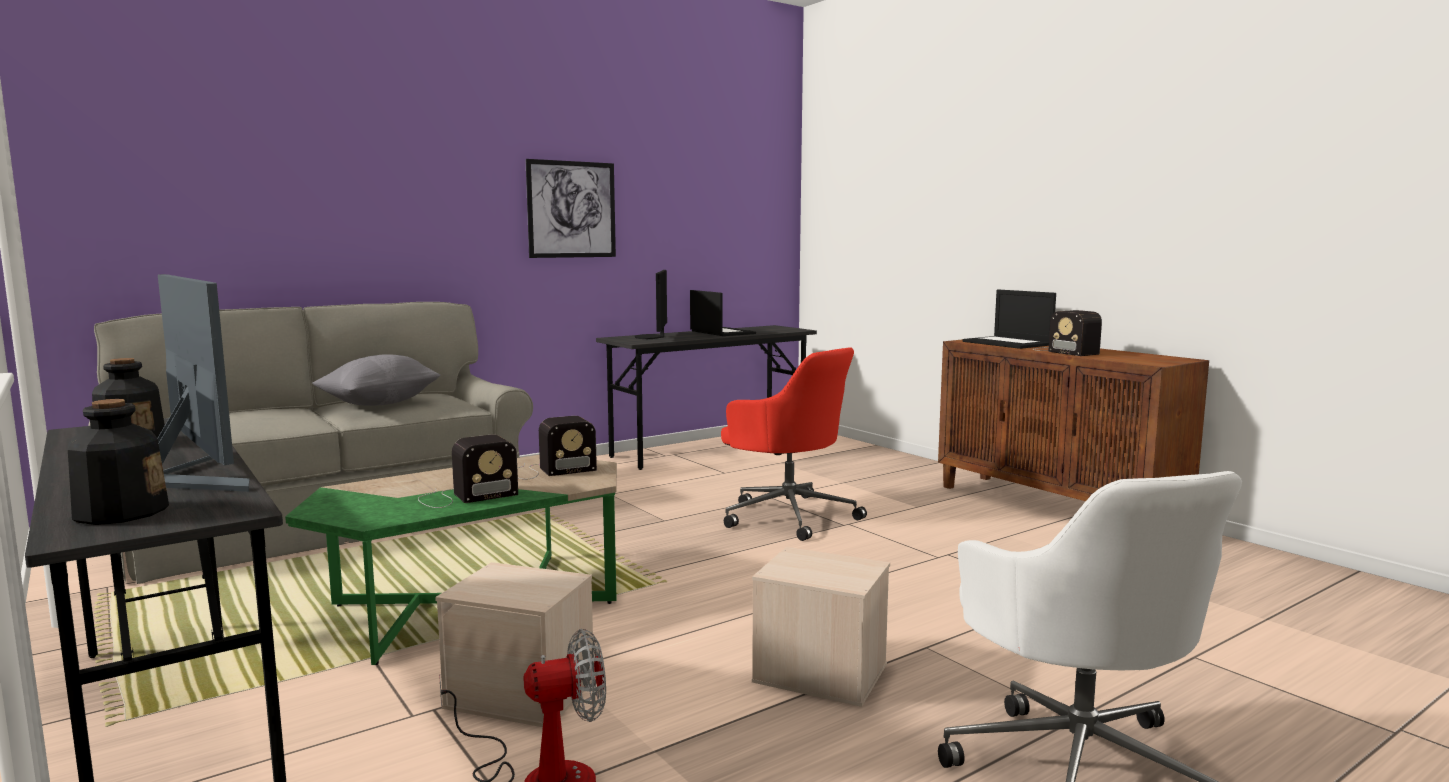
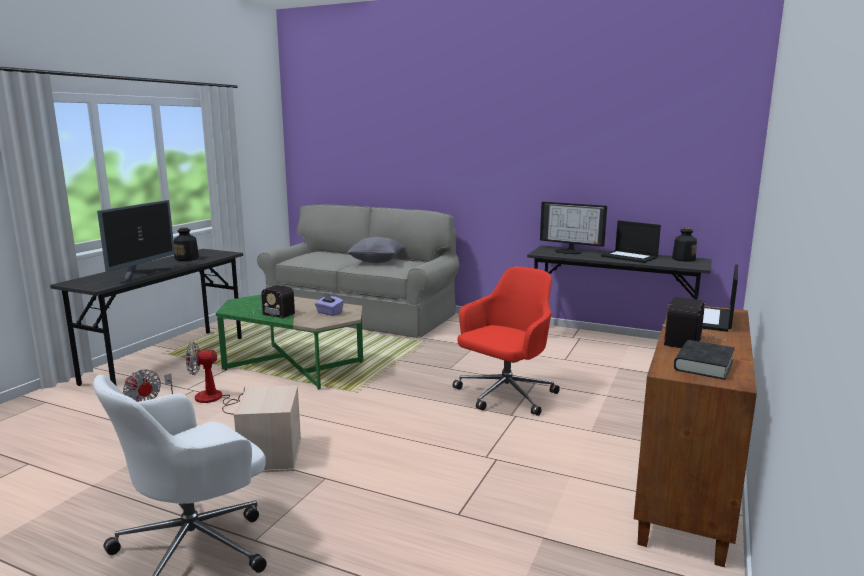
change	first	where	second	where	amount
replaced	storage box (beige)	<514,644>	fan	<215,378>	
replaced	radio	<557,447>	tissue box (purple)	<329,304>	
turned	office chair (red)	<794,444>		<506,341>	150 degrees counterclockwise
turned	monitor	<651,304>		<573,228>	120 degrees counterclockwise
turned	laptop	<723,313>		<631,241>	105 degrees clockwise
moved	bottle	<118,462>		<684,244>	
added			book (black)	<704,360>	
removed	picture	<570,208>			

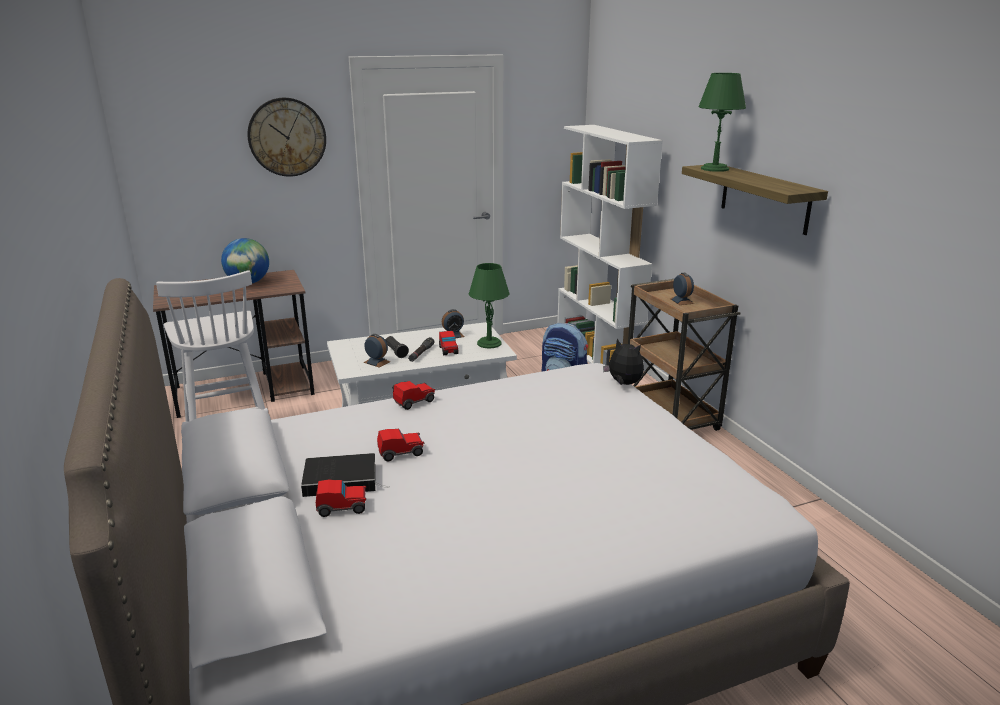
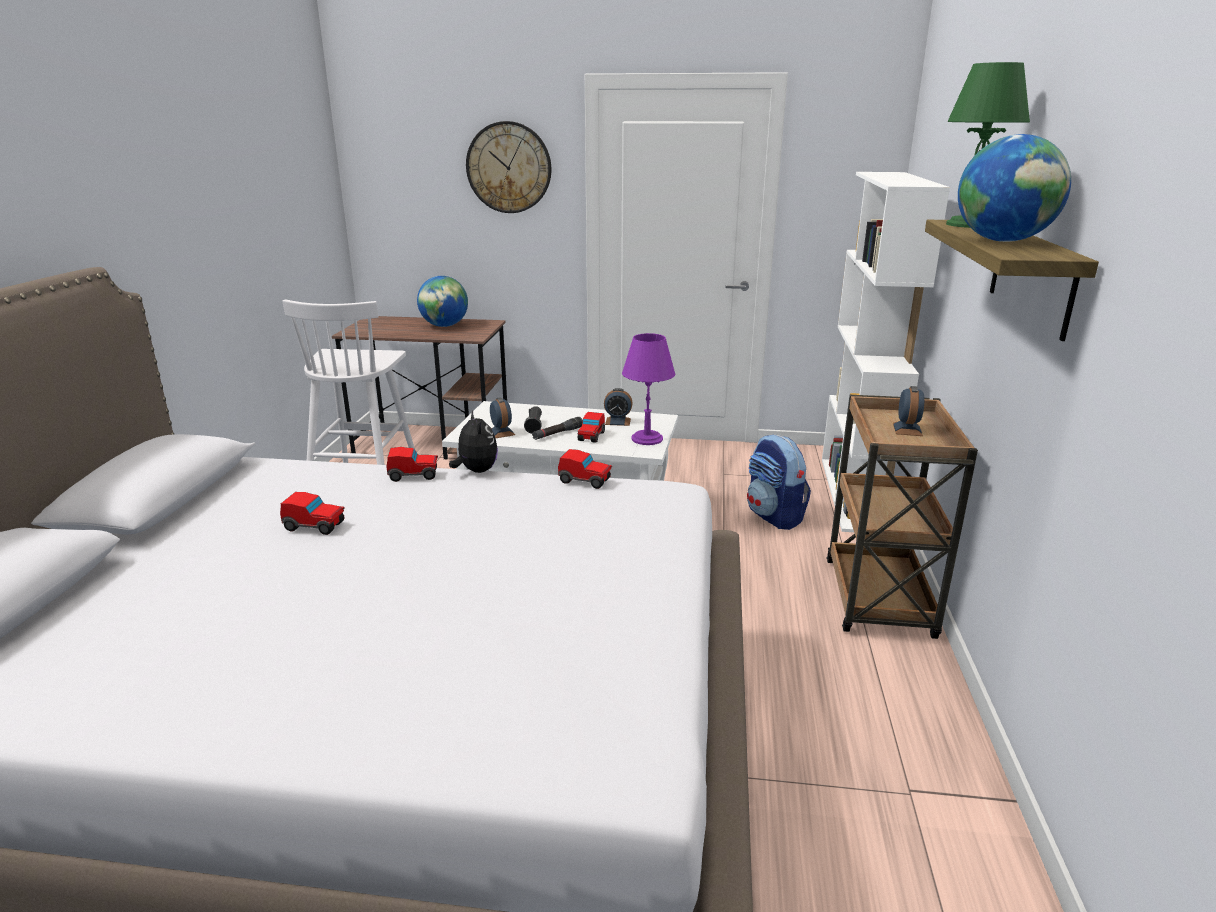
change	first	where	second	where	amount
moved	plush toy	<623,362>		<473,441>	
moved	toy car	<341,498>		<585,469>	
recoloured	table lamp (green)	<489,305>	table lamp (purple)	<648,389>	
added			globe	<1014,188>	
removed	book	<345,475>			

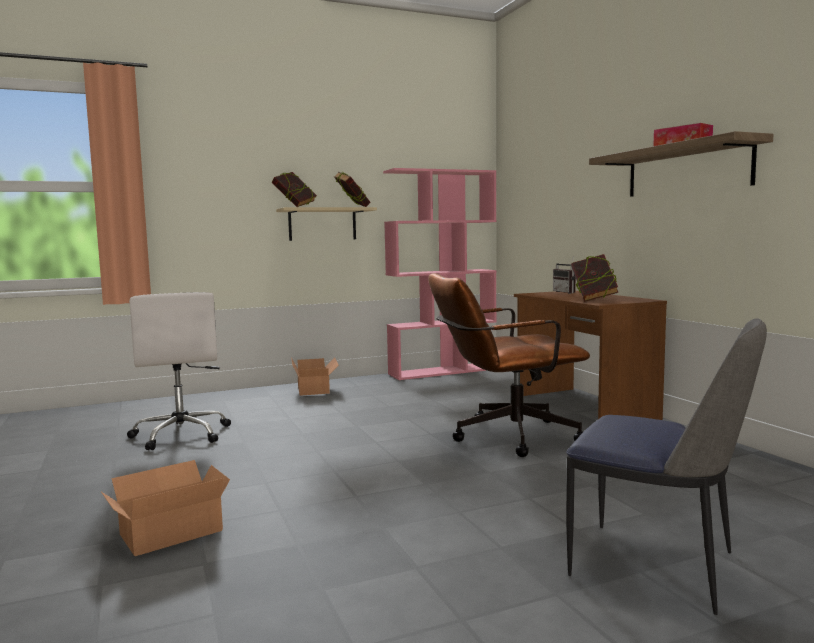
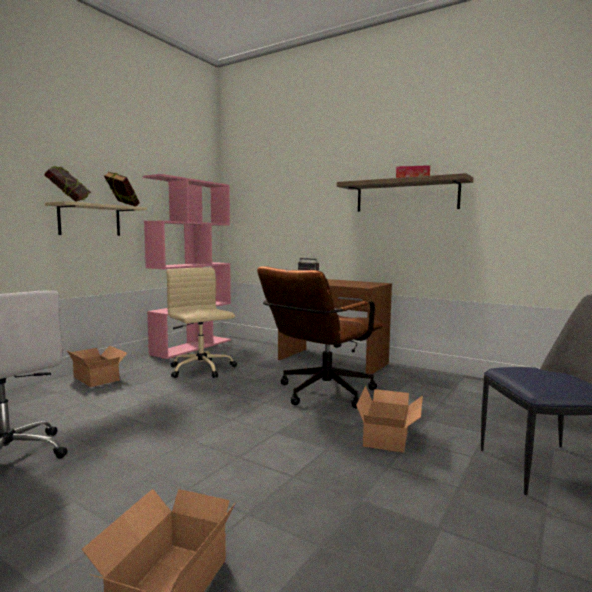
change	first	where	second	where	amount
added			office chair (beige)	<201,322>	
added			cardboard box	<389,419>	
removed	book	<594,278>			

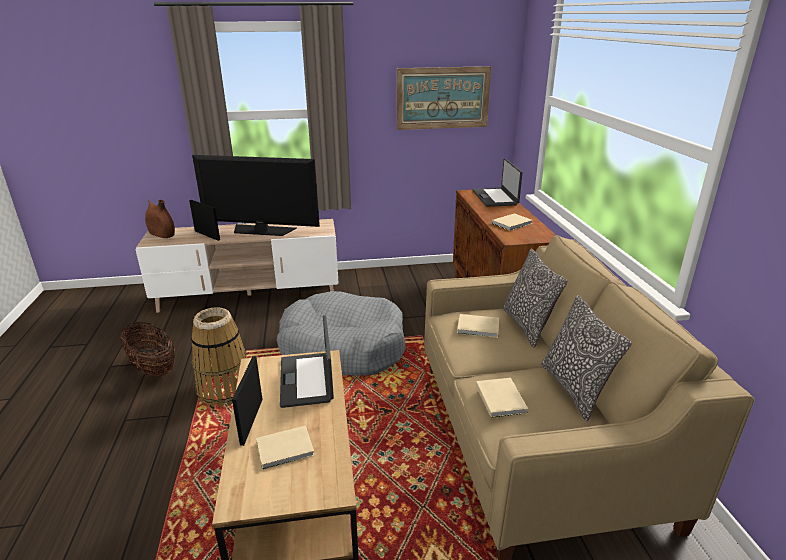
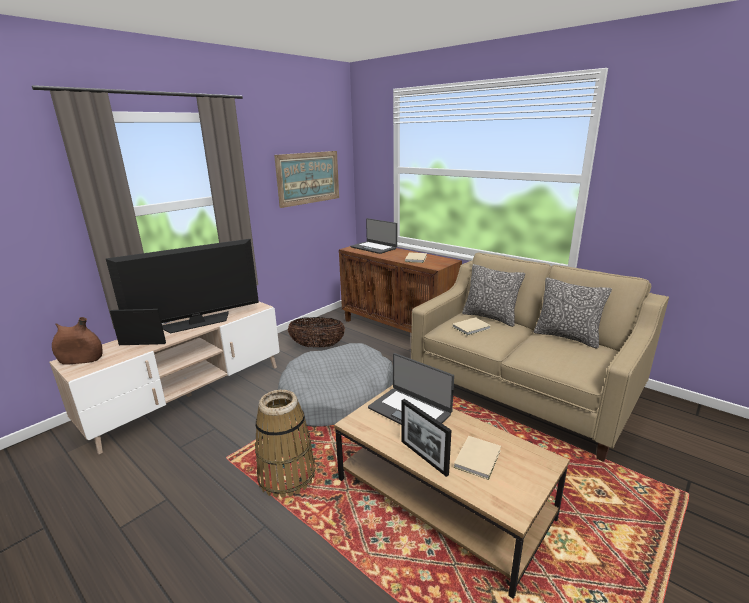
change	first	where	second	where	amount
moved	basket	<148,349>		<316,332>	
removed	book (beige)	<502,398>			

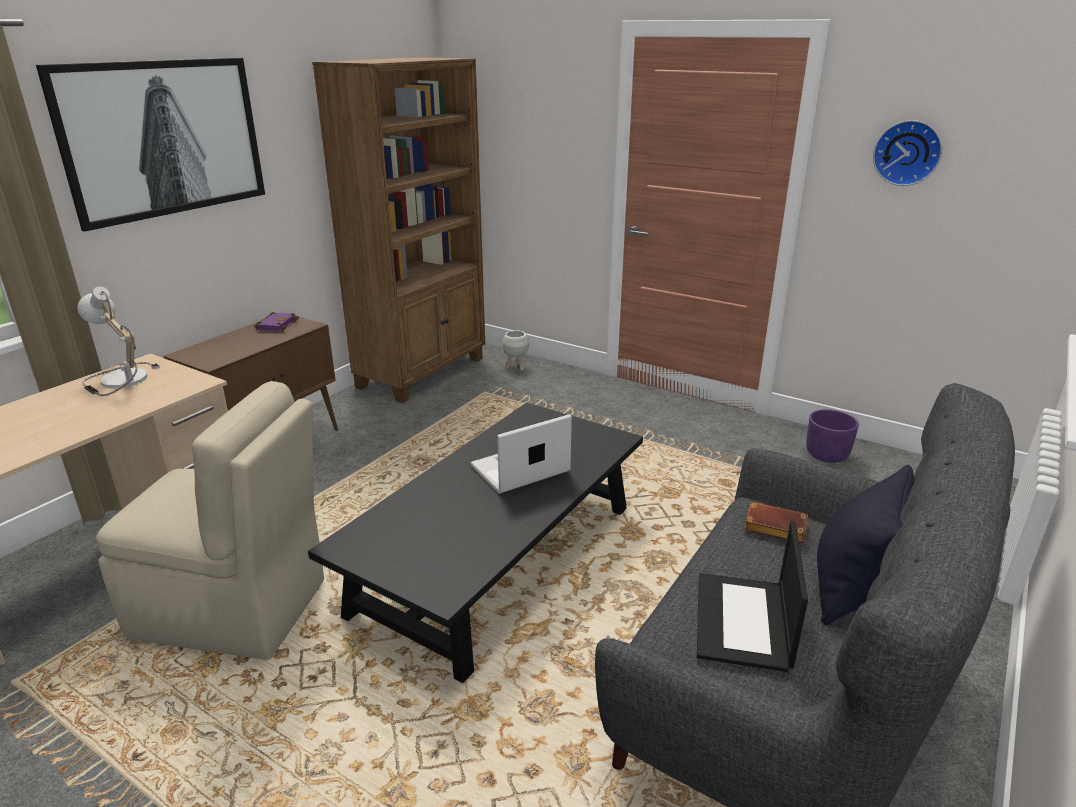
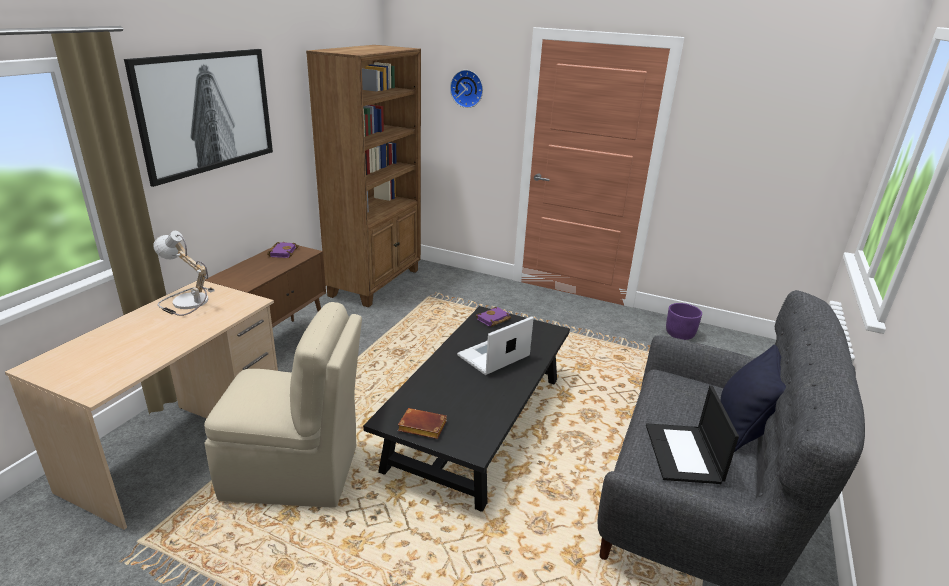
change	first	where	second	where	amount
moved	book (brown)	<775,522>		<422,423>	
moved	wall clock	<907,153>		<466,89>	
added			book (purple)	<493,317>	
removed	planter (white)	<515,350>			

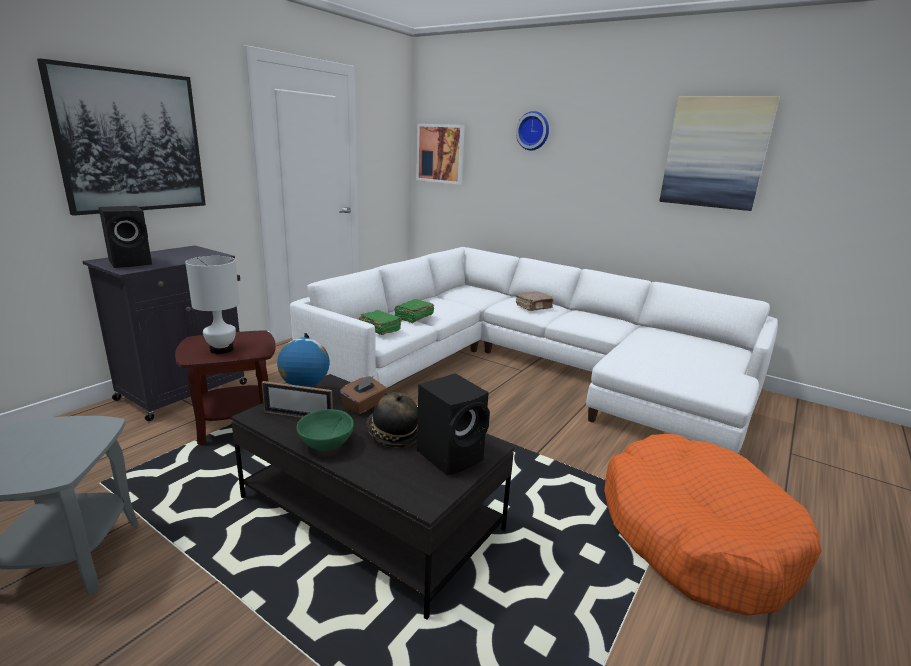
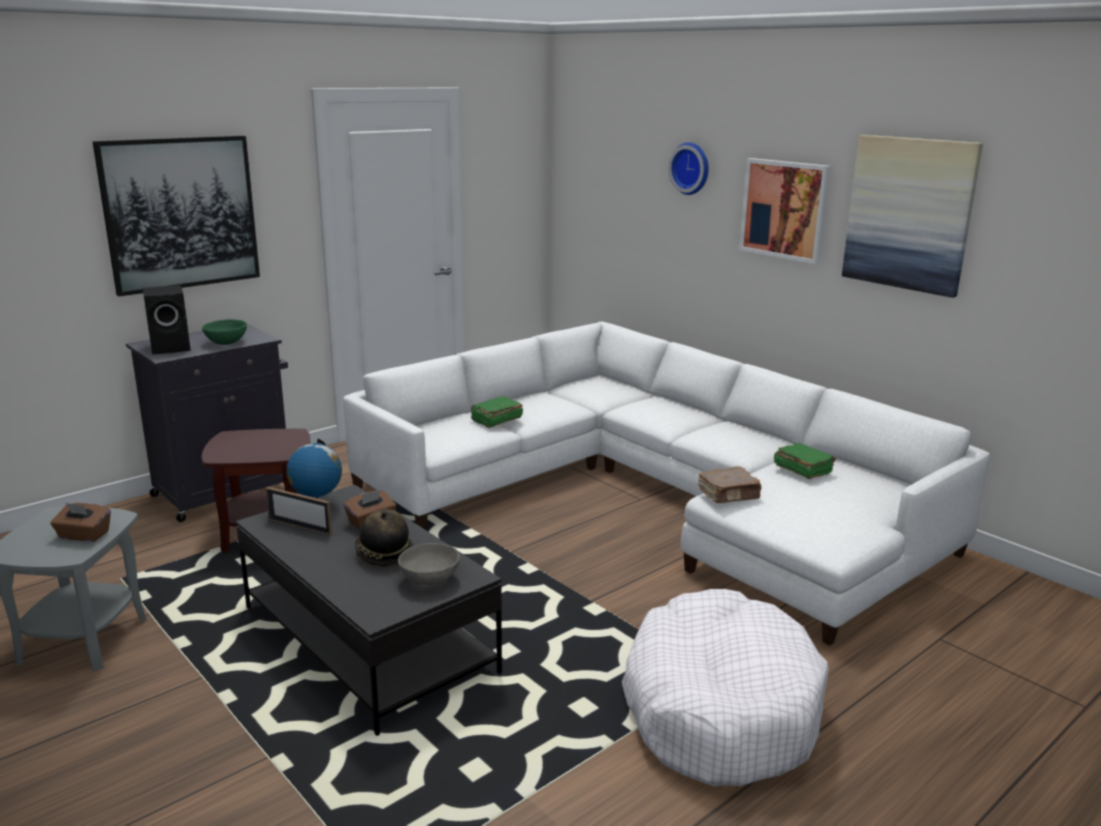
change	first	where	second	where	amount
added			tissue box (brown)	<81,522>	
moved	bowl (green)	<325,430>		<224,332>	
replaced	speaker (black)	<453,424>	bowl (grey)	<429,564>	
recoloured	dog bed (orange)	<712,524>	dog bed (white)	<725,687>	
moved	book (brown)	<534,301>		<730,484>	
moved	picture	<440,154>		<785,211>	
moved	book (green)	<380,322>		<805,460>	
removed	table lamp (white)	<212,305>			

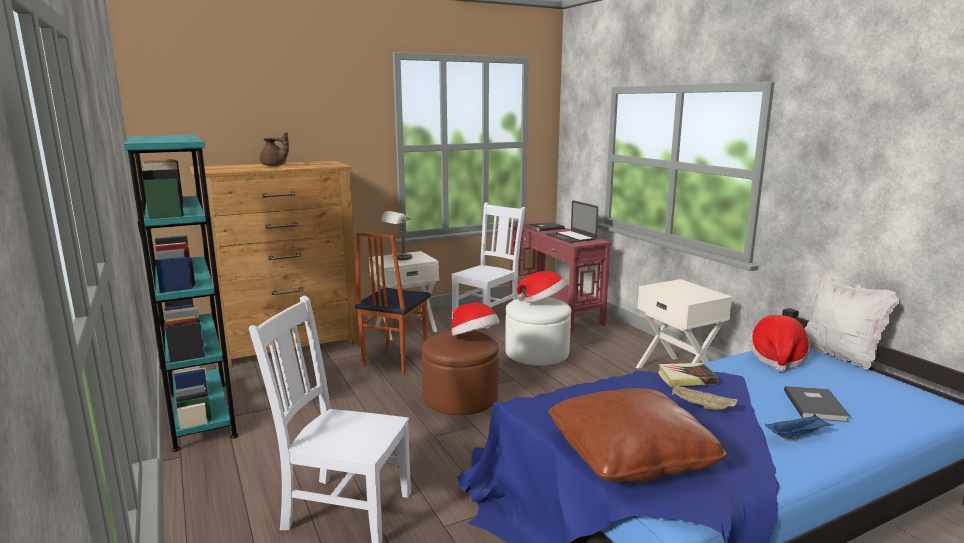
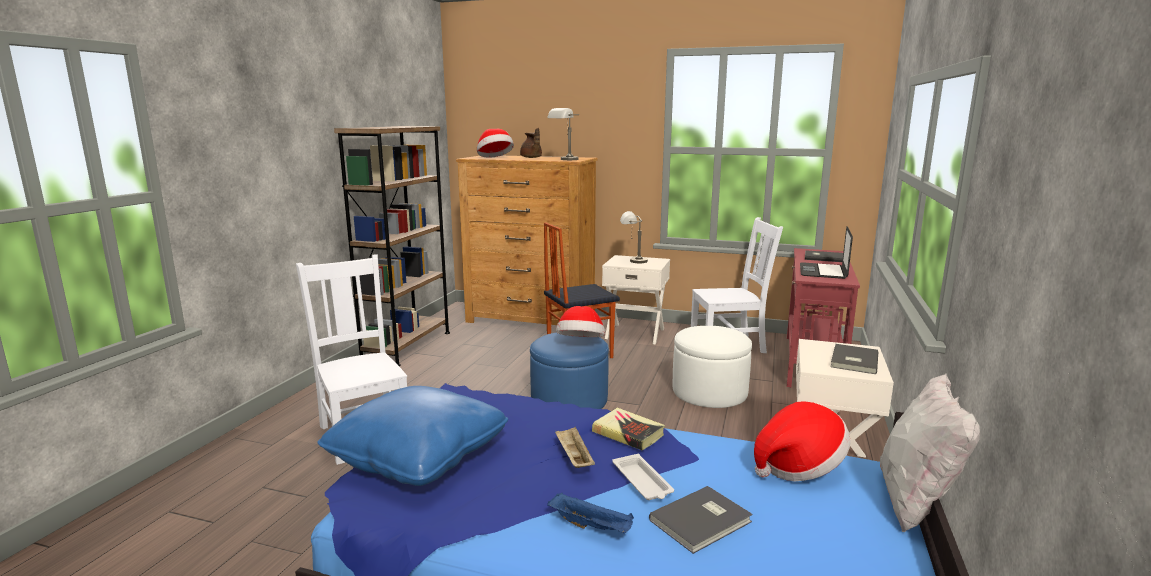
change	first	where	second	where	amount
recoloured	pillow (brown)	<637,435>	pillow (blue)	<412,436>	
recoloured	bookcase (turquoise)	<181,293>	bookcase (brown)	<392,246>	
moved	hat	<542,287>		<495,143>	
recoloured	ottoman (brown)	<460,373>	ottoman (blue)	<569,371>	
added			table lamp (grey)	<563,134>	
added			tray (white)	<643,477>	
added			book (grey)	<854,359>	

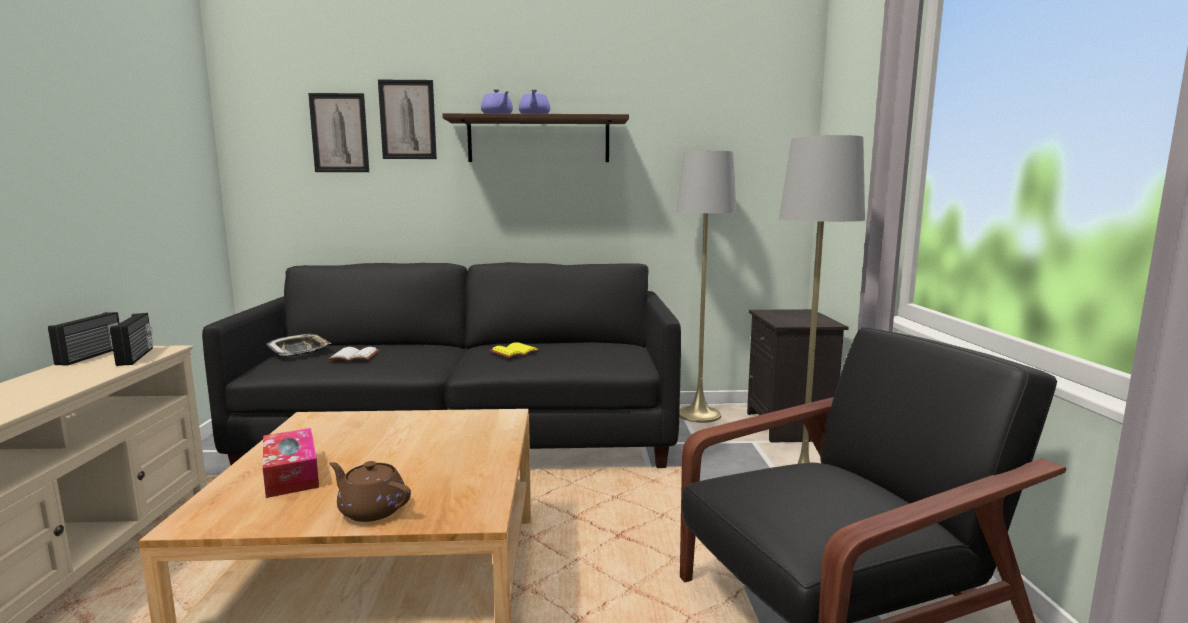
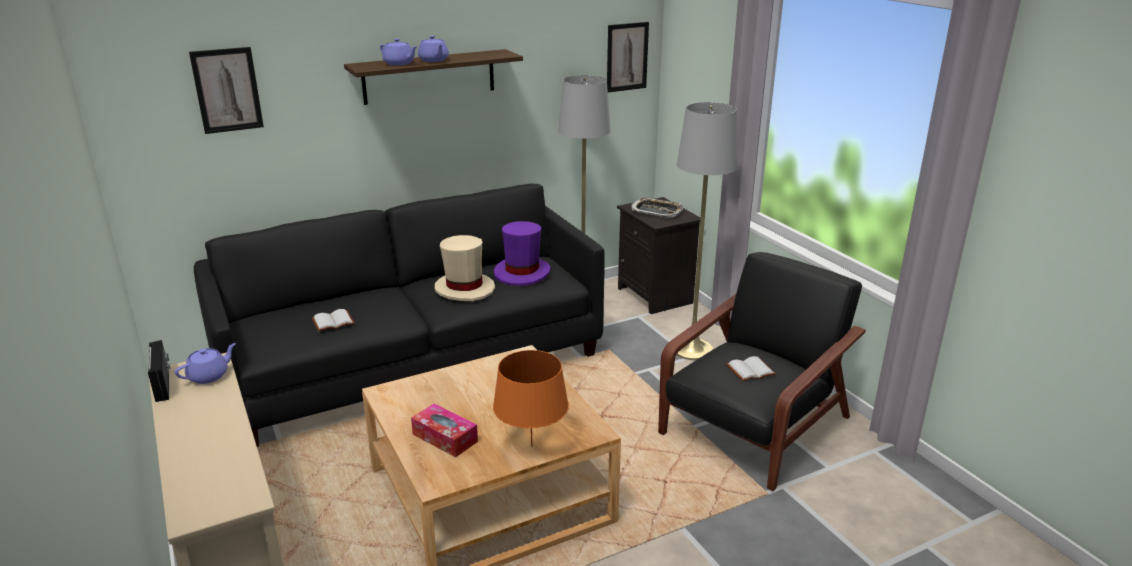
change	first	where	second	where	amount
replaced	radio	<131,339>	teapot (purple)	<205,363>	
replaced	book (yellow)	<515,350>	hat (beige)	<465,268>	
replaced	teapot (brown)	<370,491>	table lamp (orange)	<531,398>	
added			hat (purple)	<522,253>	
moved	picture	<407,119>		<628,57>	
moved	tray	<299,345>		<657,208>	
added			book (white)	<751,368>	

